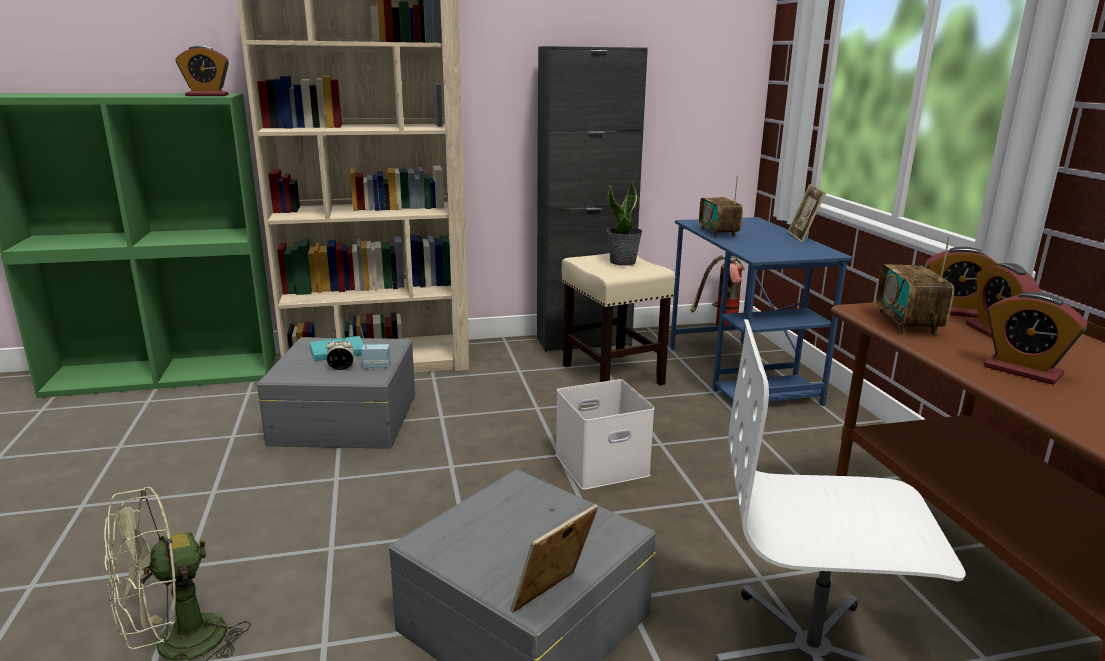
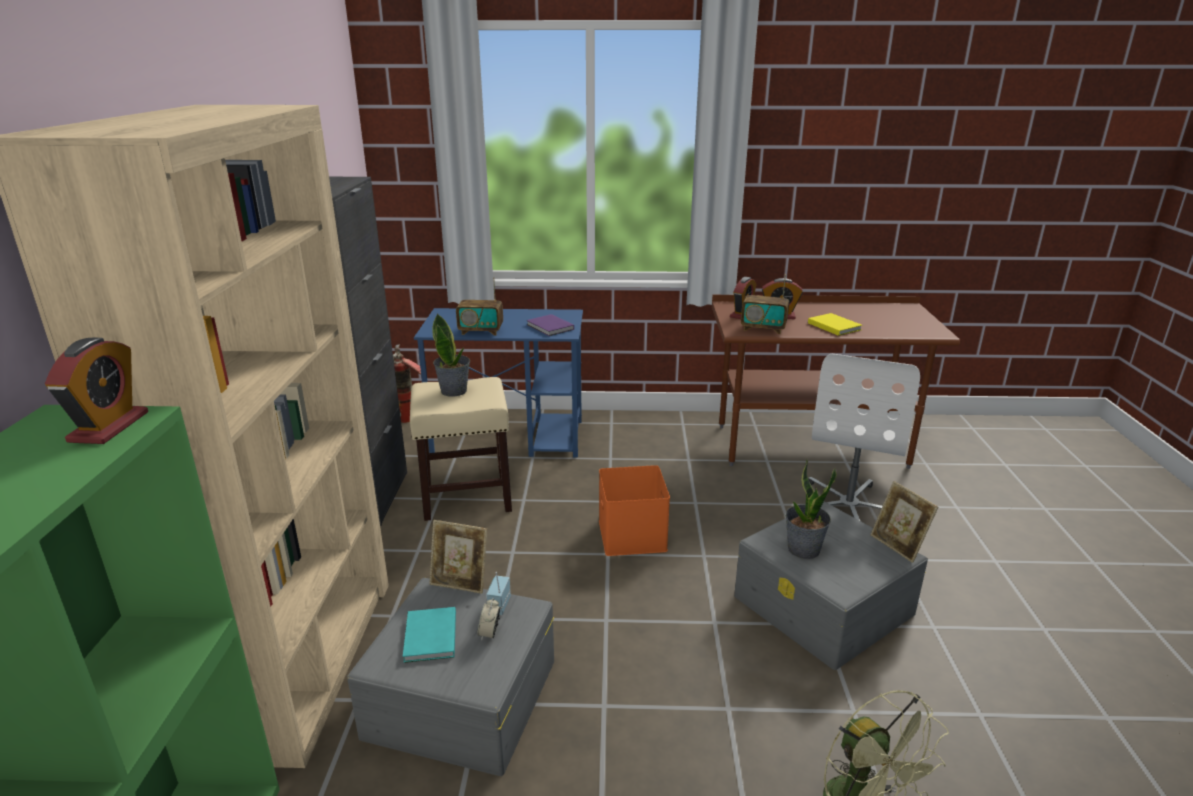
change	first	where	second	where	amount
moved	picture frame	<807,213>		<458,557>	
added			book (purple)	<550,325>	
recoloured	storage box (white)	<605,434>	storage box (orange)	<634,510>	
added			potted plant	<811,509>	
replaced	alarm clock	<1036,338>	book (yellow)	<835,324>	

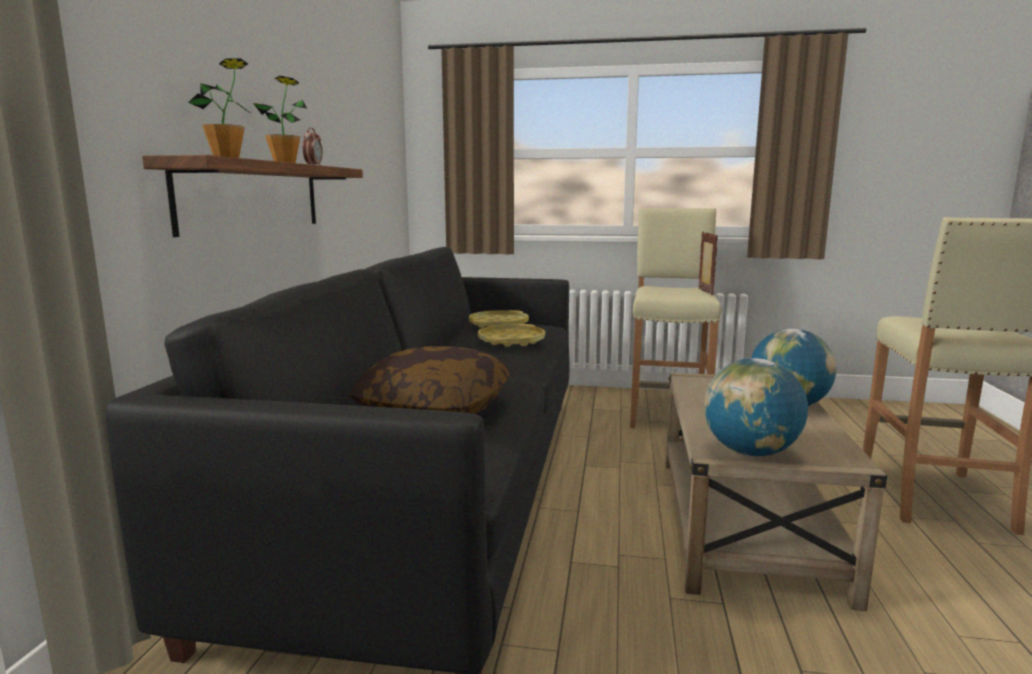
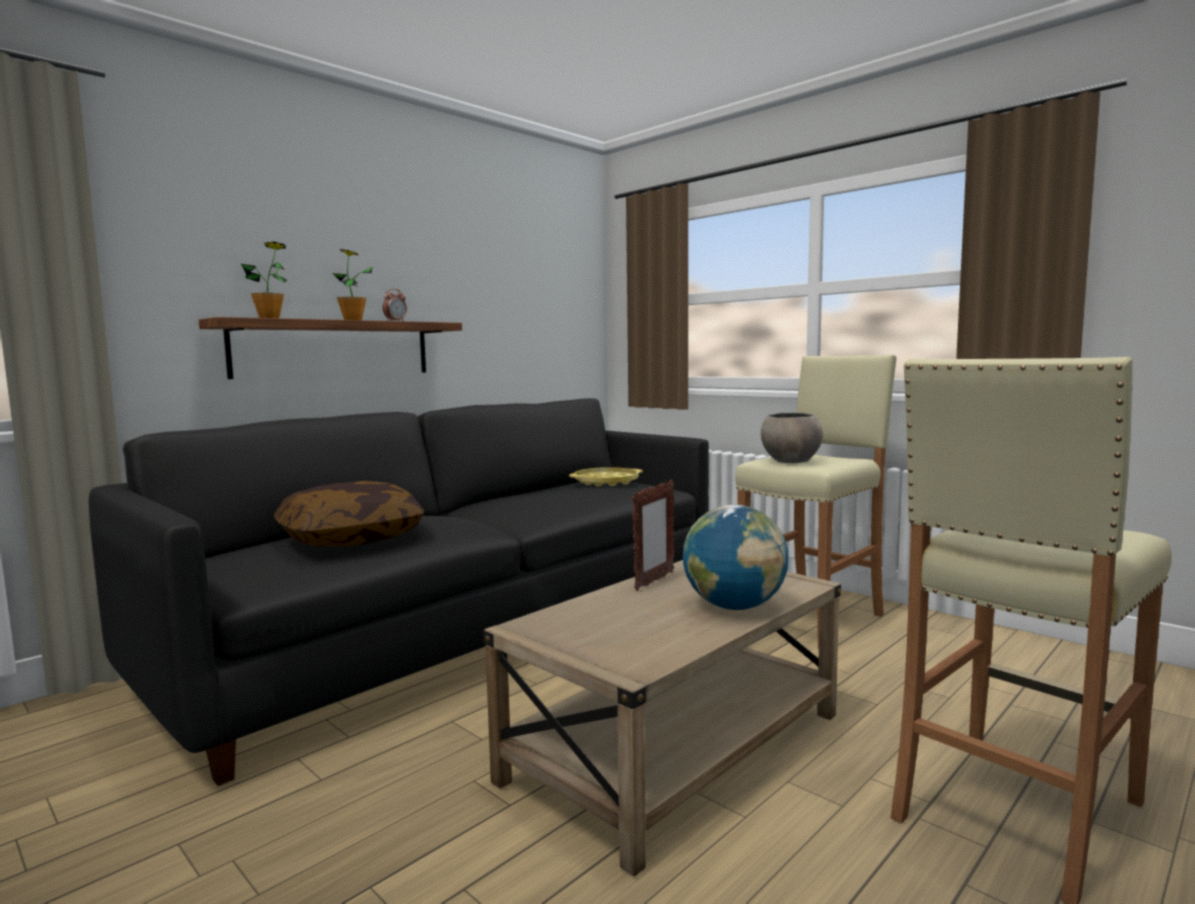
change	first	where	second	where	amount
moved	picture frame	<708,263>		<653,535>	
added			bowl (grey)	<792,437>	
removed	tray (yellow)	<511,335>			
removed	globe	<756,407>			

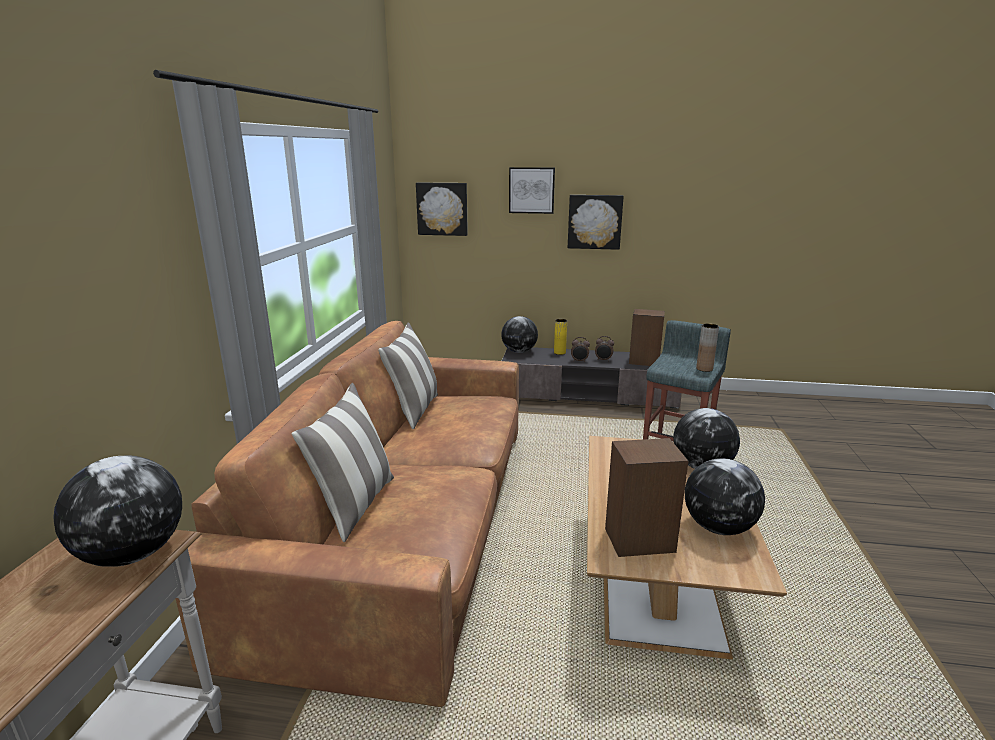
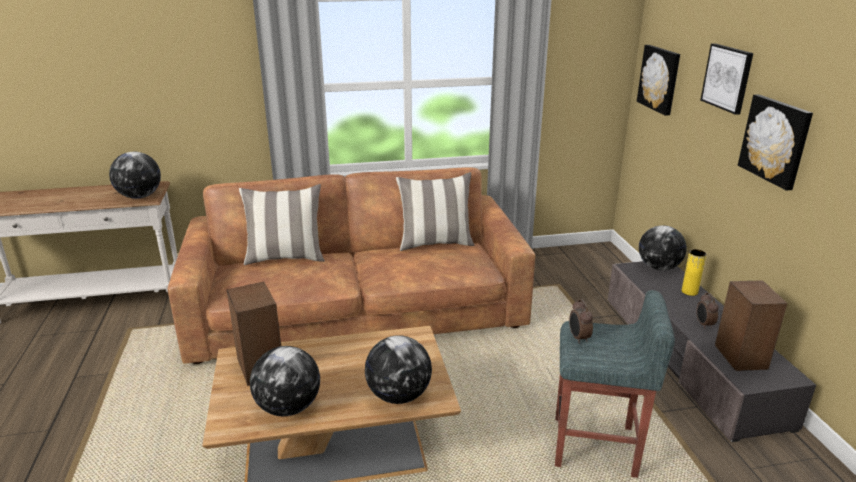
change	first	where	second	where	amount
moved	alarm clock	<580,349>		<581,321>	
removed	vase (brown)	<707,347>			

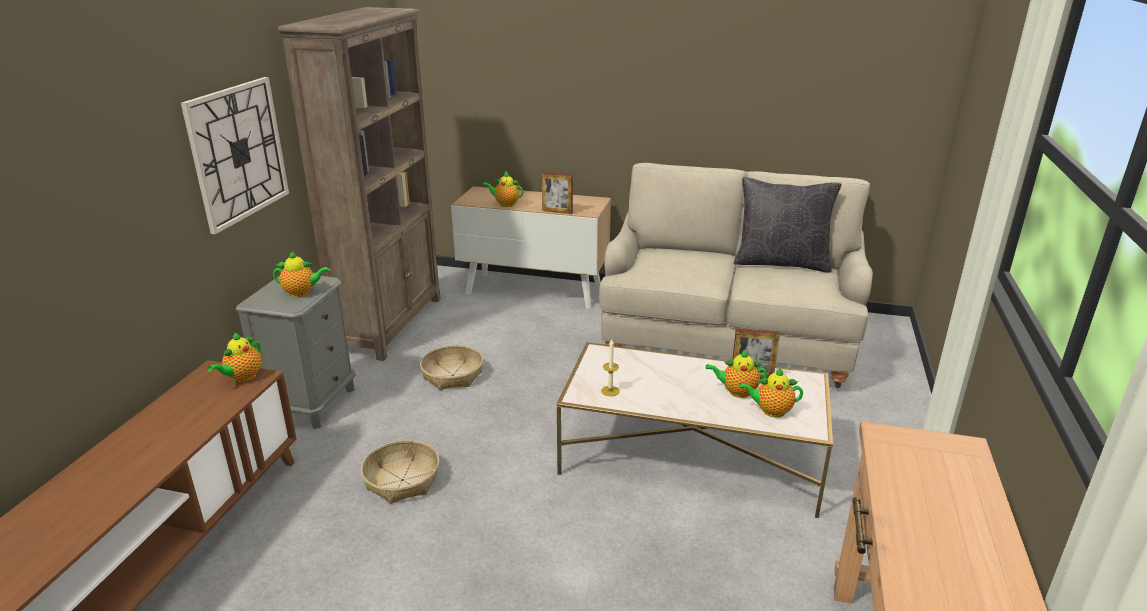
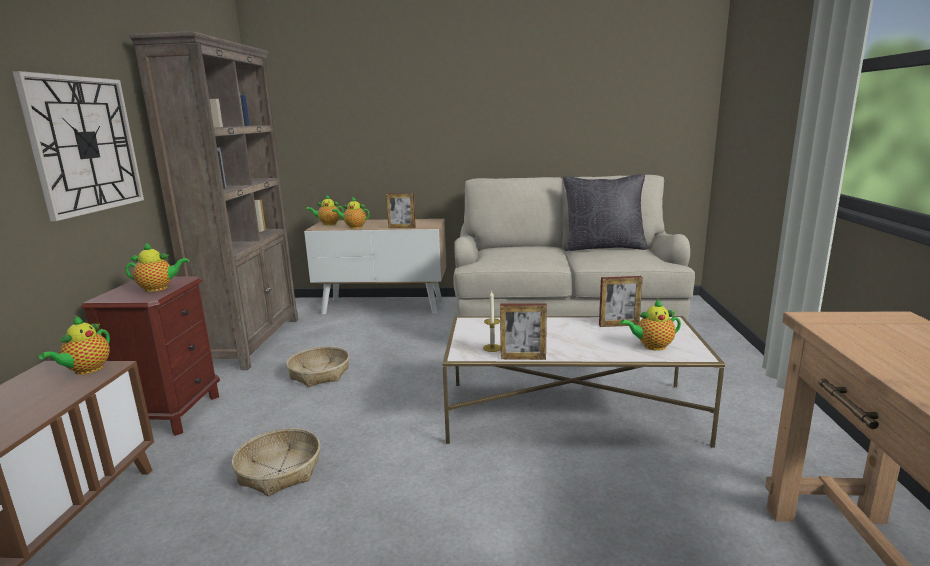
change	first	where	second	where	amount
recoloured	nightstand (grey)	<296,352>	nightstand (brown)	<150,356>	
moved	teapot	<736,374>		<325,210>	
added			picture frame	<523,331>	

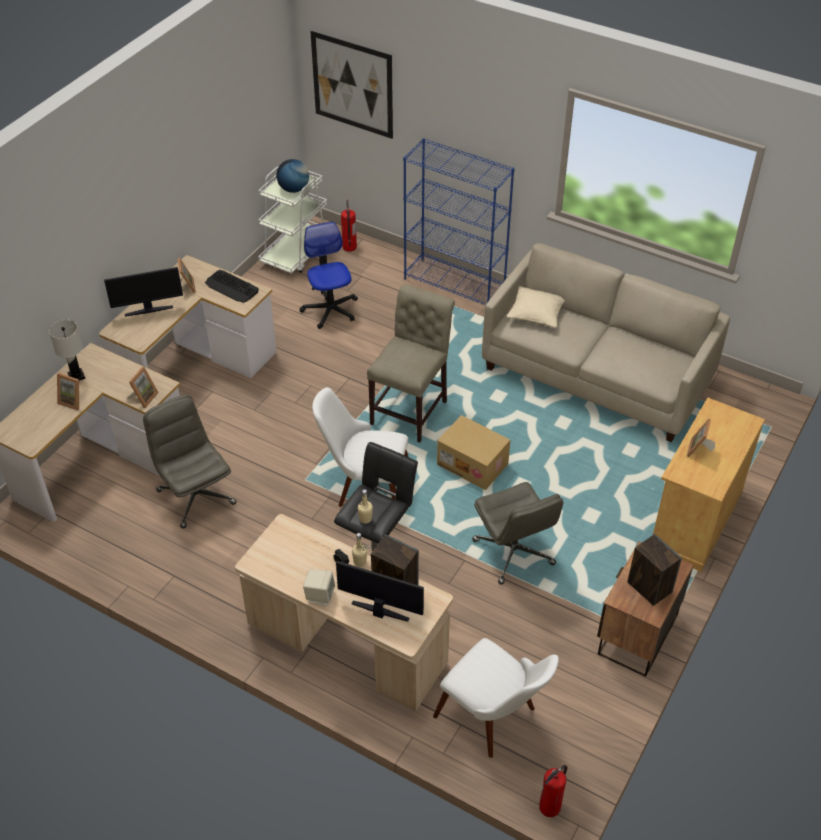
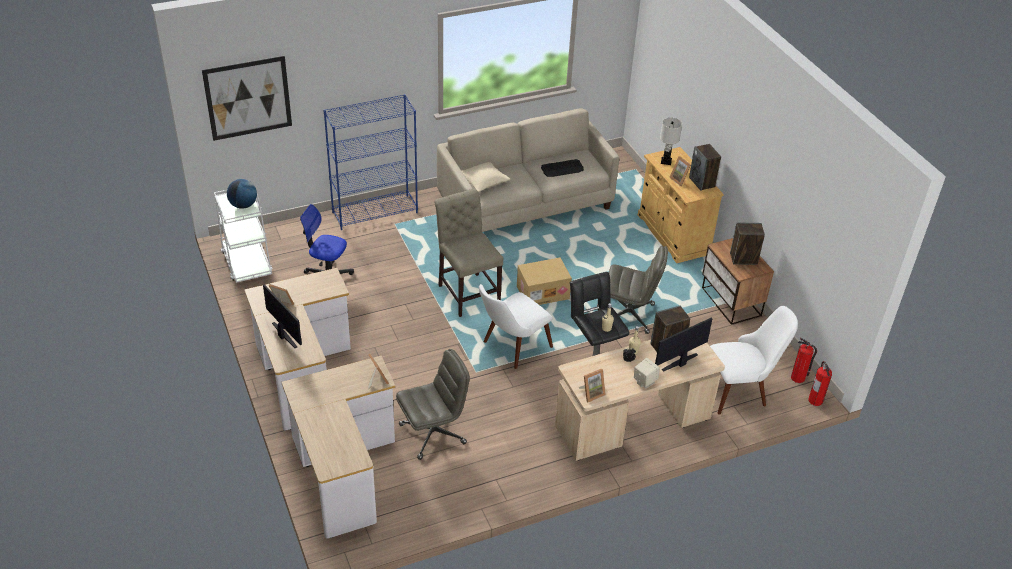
change	first	where	second	where	amount
turned	monitor	<143,292>		<282,316>	60 degrees counterclockwise
turned	office chair (grey)	<190,461>		<433,404>	150 degrees clockwise
moved	keyboard	<232,286>		<562,168>	
moved	picture frame	<68,392>		<592,385>	
moved	table lamp (white)	<67,350>		<671,141>	
added			speaker	<705,167>	
moved	fire extinguisher	<349,226>		<804,360>	

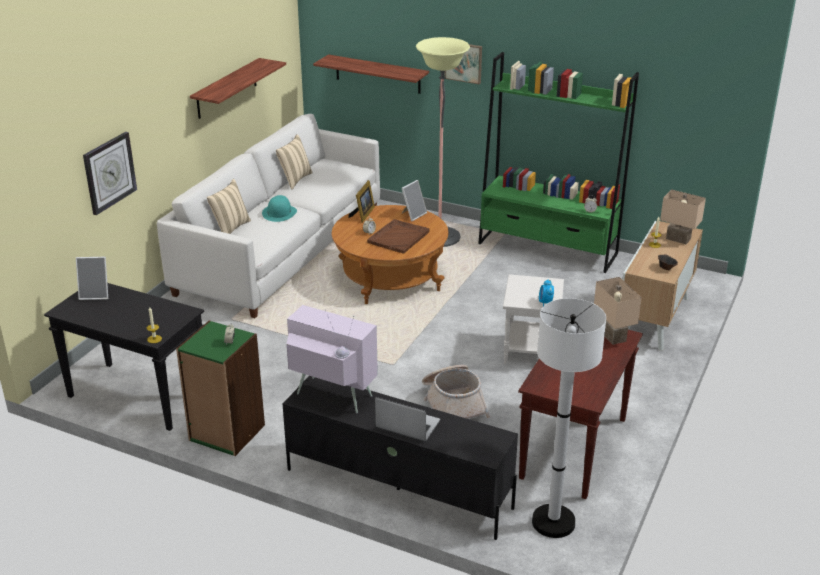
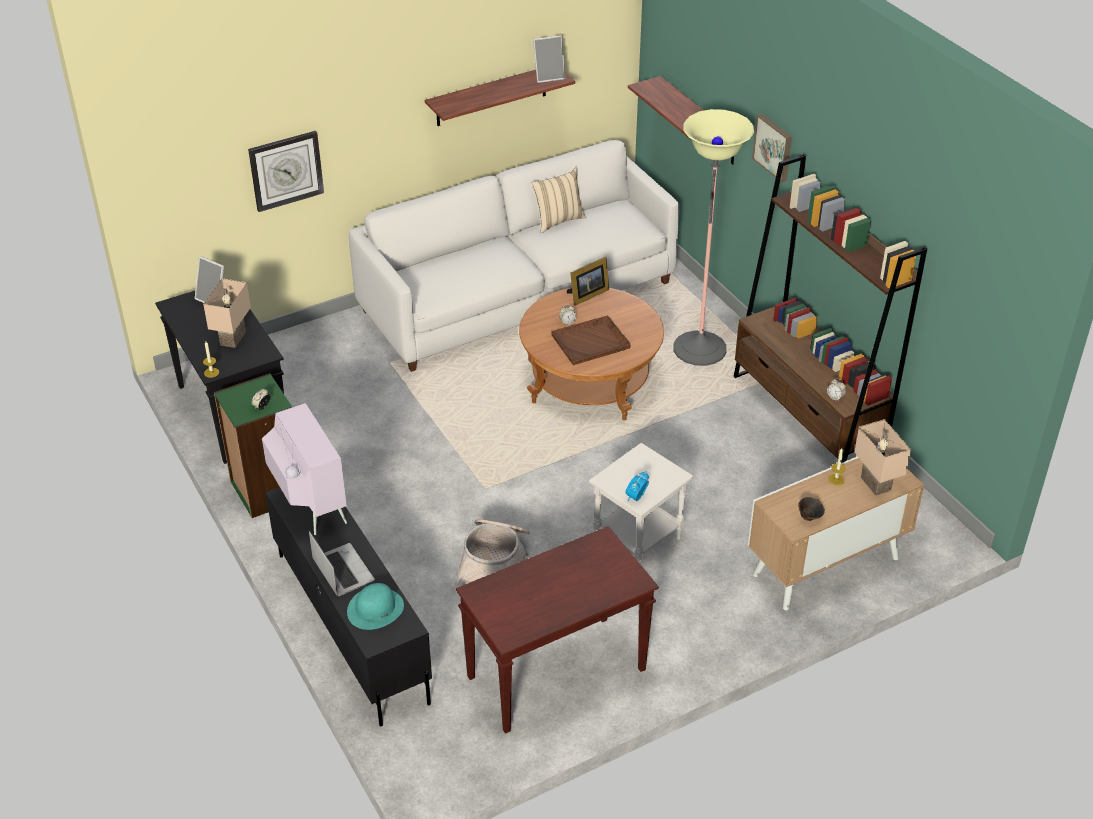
change	first	where	second	where	amount
moved	table lamp (beige)	<618,311>		<227,313>	
moved	hat (turquoise)	<279,208>		<375,606>	
moved	picture frame	<414,200>		<549,59>	
recoloured	bookcase (green)	<558,162>	bookcase (brown)	<830,308>	
removed	pillow (beige)	<229,206>			
removed	floor lamp (white)	<569,418>			

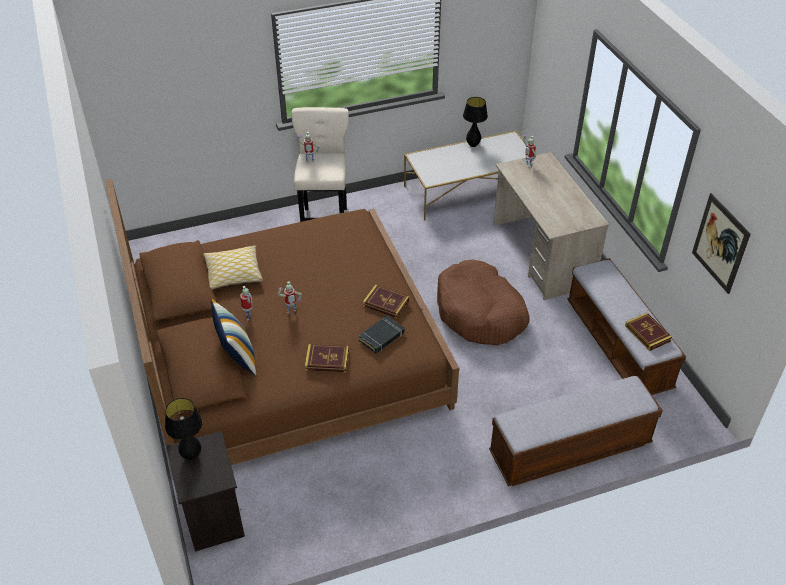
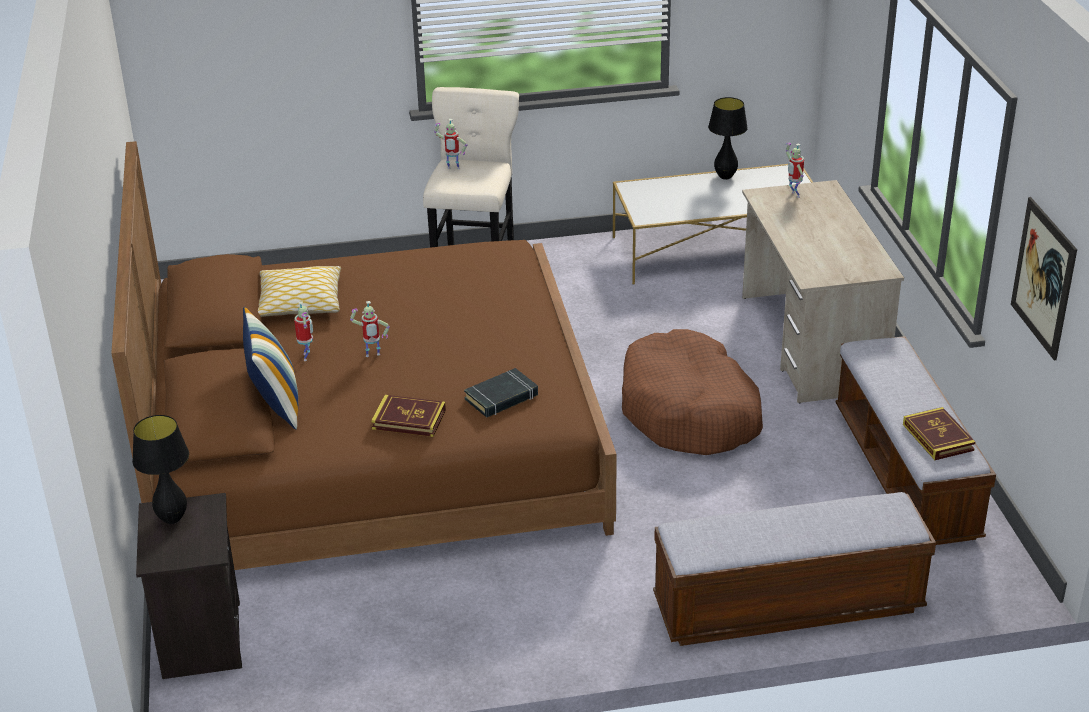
change	first	where	second	where	amount
removed	book	<386,301>			

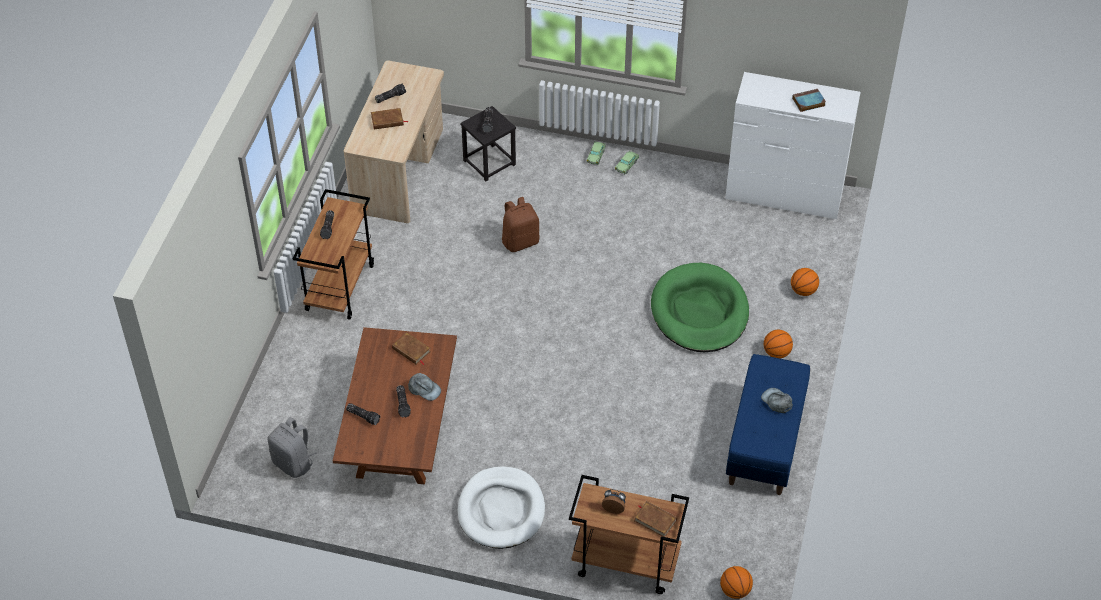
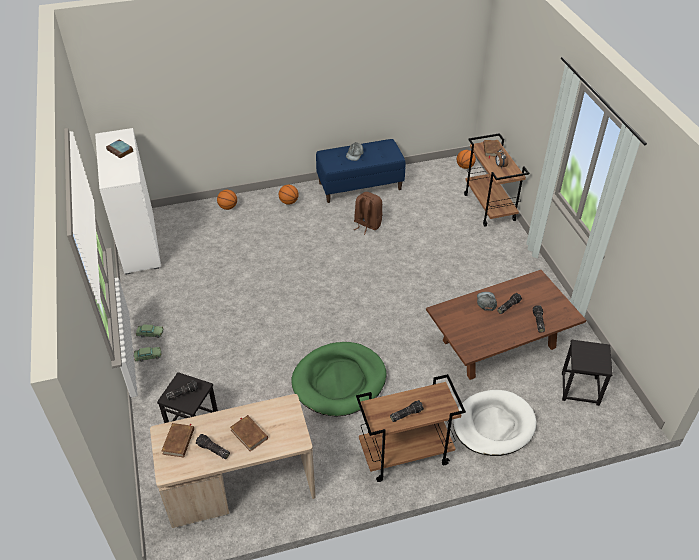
change	first	where	second	where	amount
moved	book (brown)	<411,348>		<177,440>	
moved	dog bed (green)	<700,307>		<338,379>	
moved	backpack (brown)	<520,224>		<368,213>	
moved	dog bed (white)	<501,507>		<494,423>	
replaced	backpack (grey)	<292,447>	stool (black)	<587,373>	

